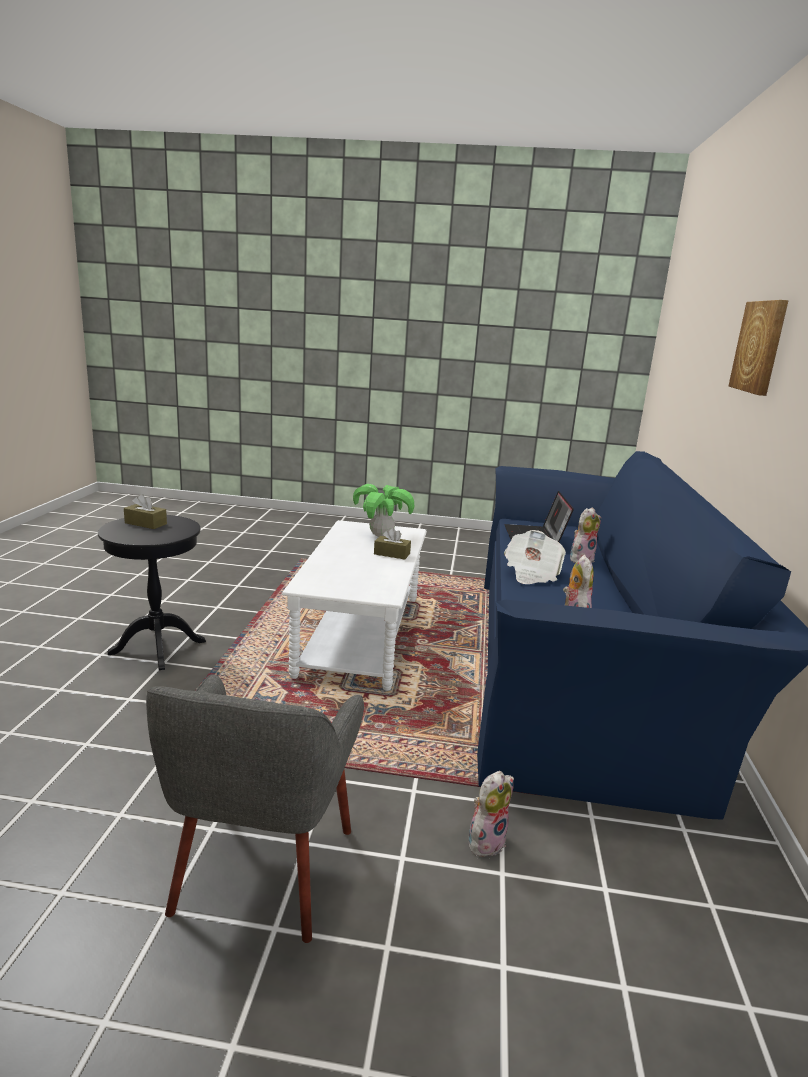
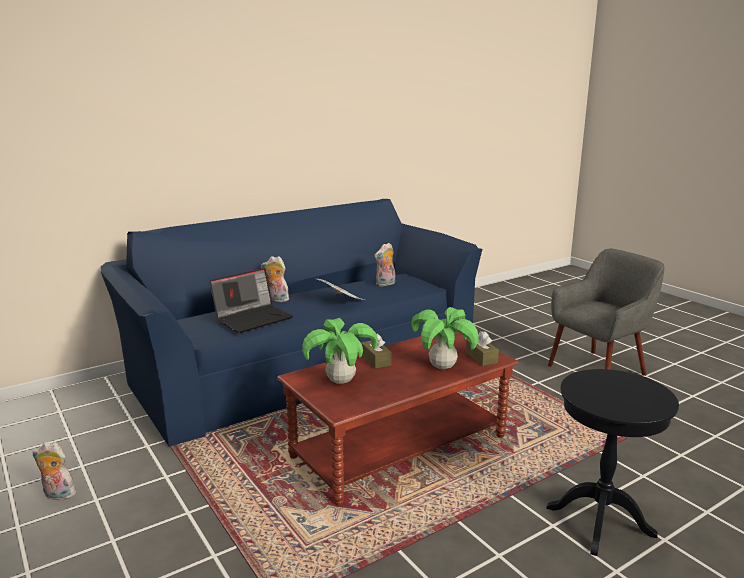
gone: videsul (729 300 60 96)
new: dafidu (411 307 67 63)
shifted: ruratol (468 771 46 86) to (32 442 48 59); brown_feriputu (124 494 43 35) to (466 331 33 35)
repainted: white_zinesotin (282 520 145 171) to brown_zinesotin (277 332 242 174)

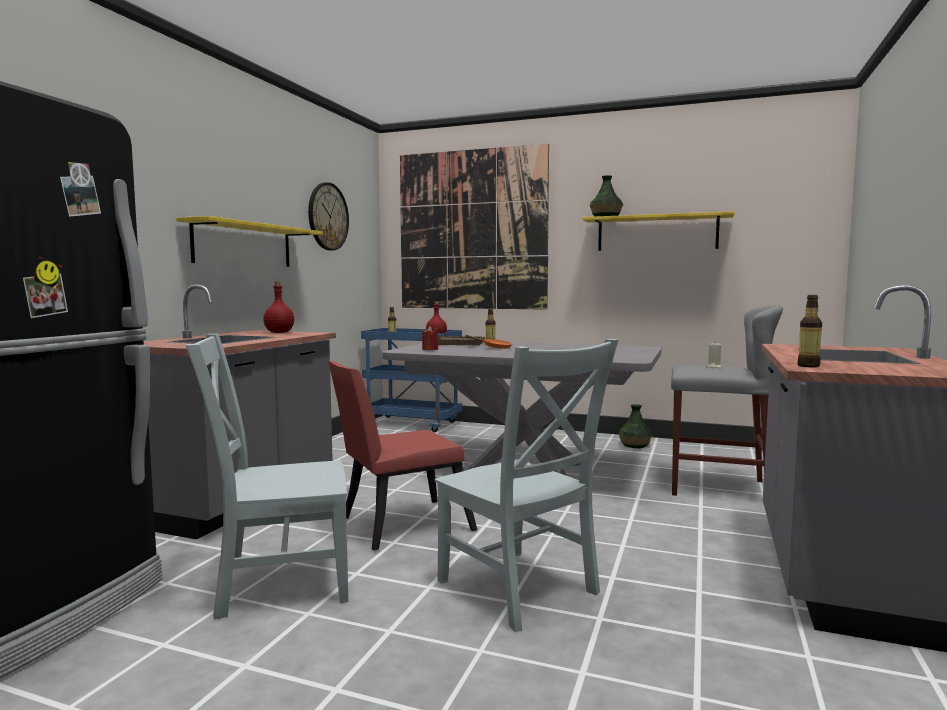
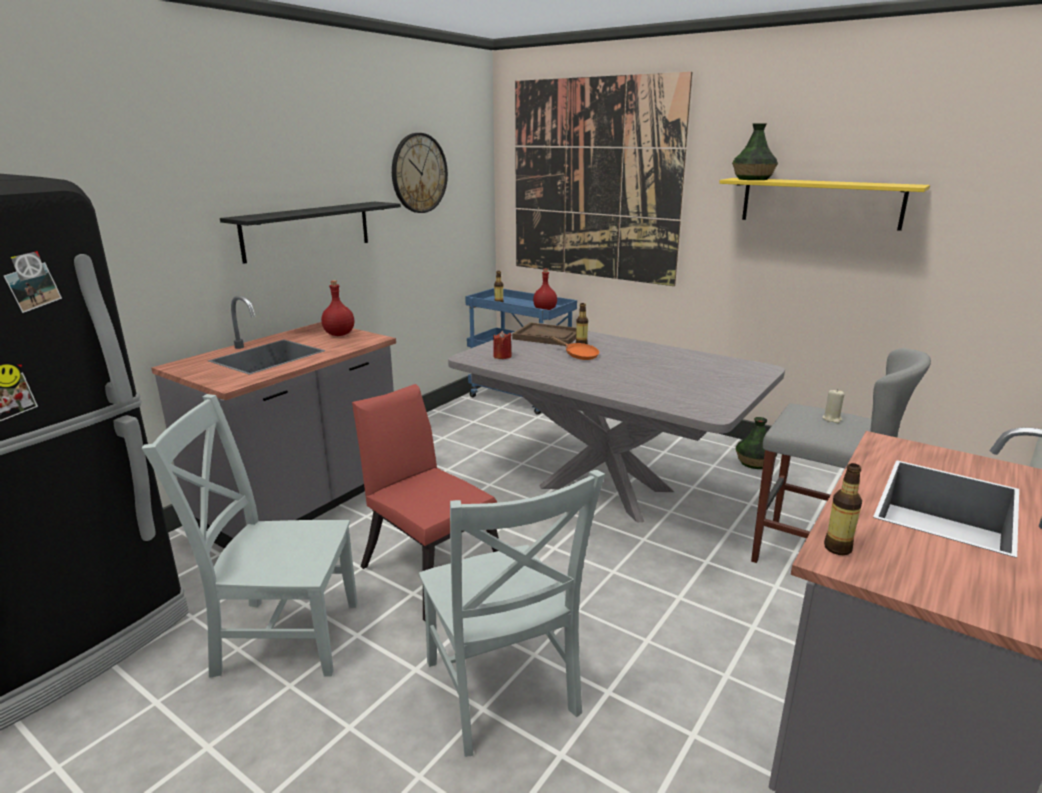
repainted: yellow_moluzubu (176 216 147 51) to black_moluzubu (220 202 181 62)
rotated: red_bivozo (328 361 149 190) = (352 384 147 237) 60 degrees clockwise

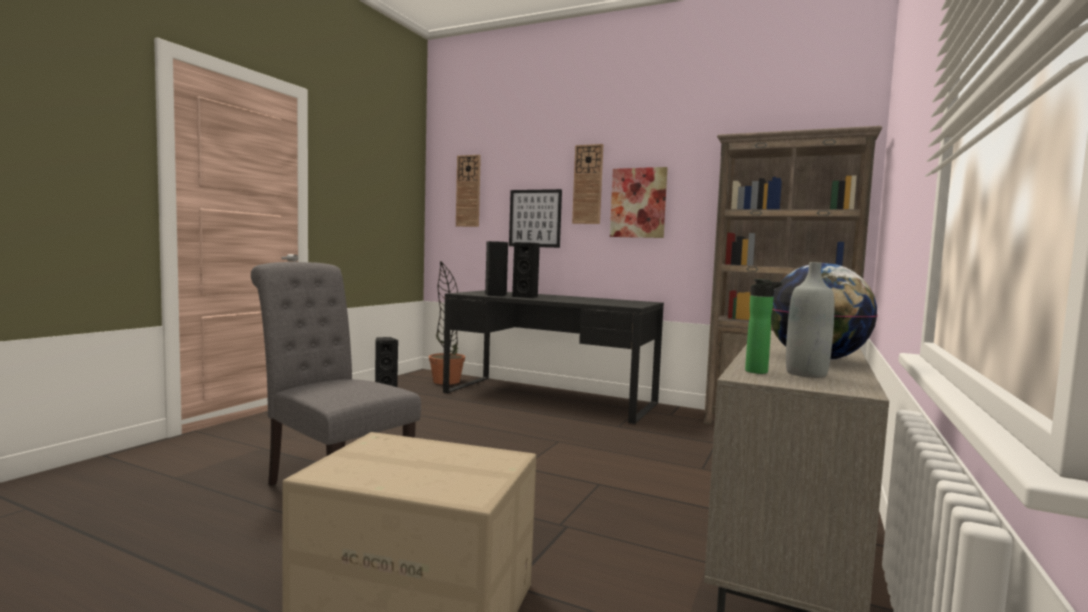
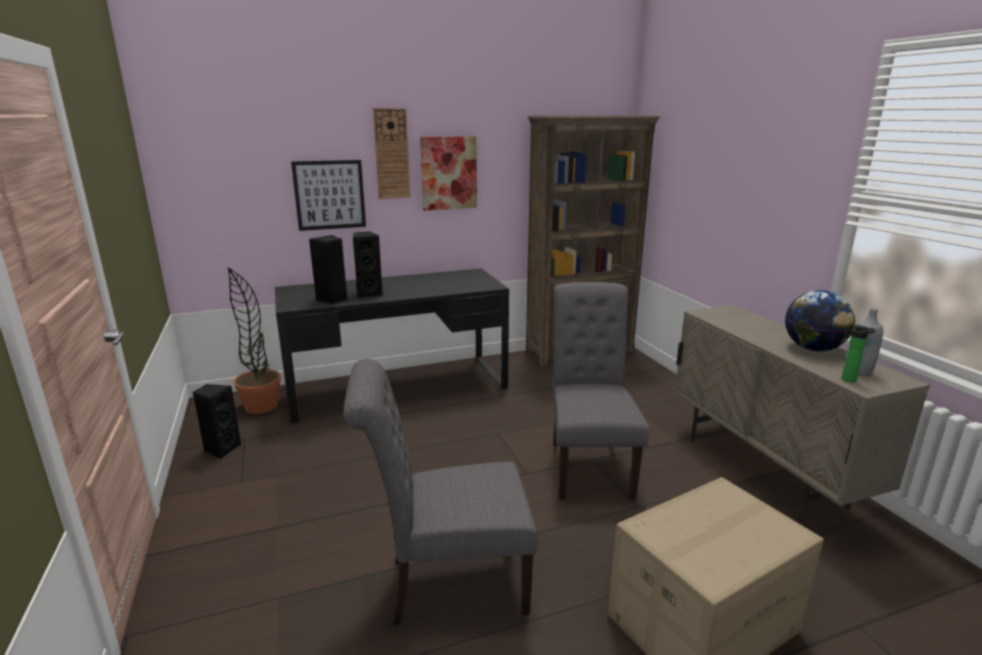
gone: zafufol (456 155 25 72)
new: grey_bivozo (552 282 97 218)

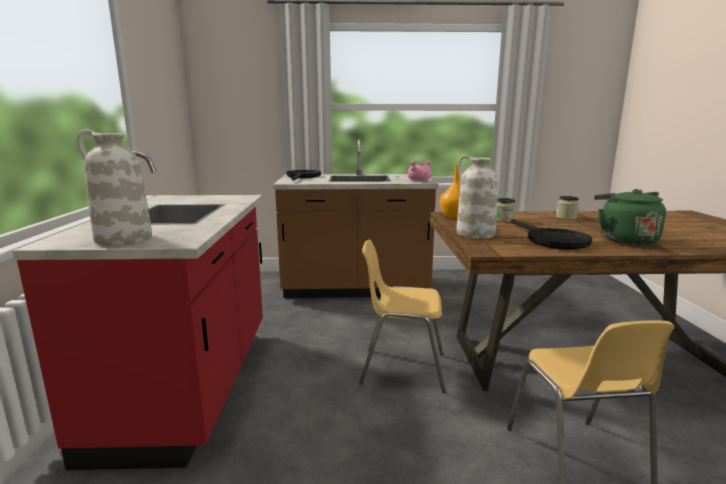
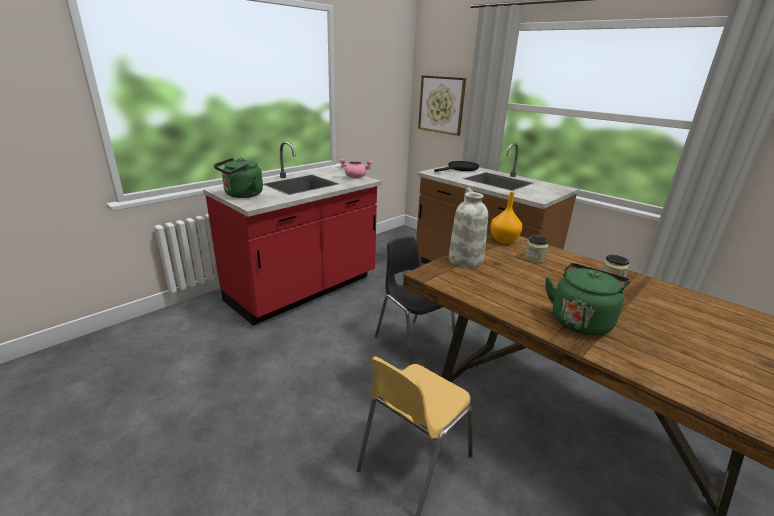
gone: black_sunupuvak (511 219 81 31)
new: videsul (418 75 48 61)
shifted: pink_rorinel (407 160 25 21) to (340 159 32 20)
swapped: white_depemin (77 129 75 117) to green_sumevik (214 158 49 40)
repainted: yellow_bivozo (359 240 87 153) to black_bivozo (375 237 80 128)

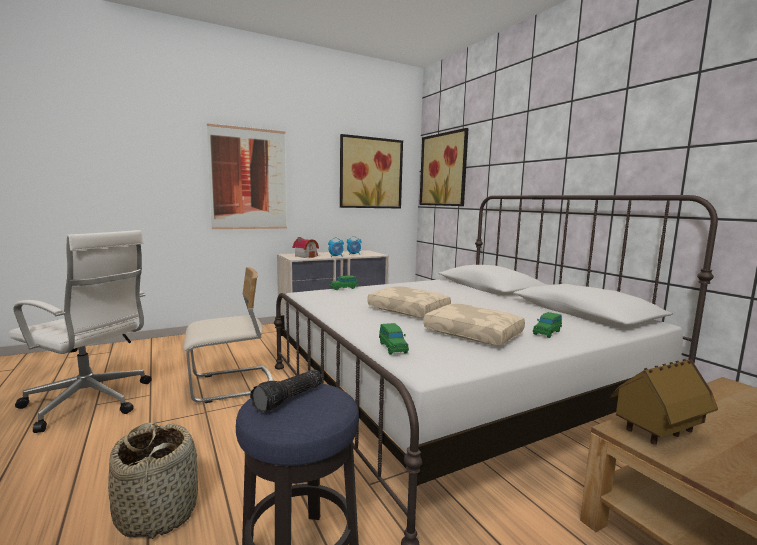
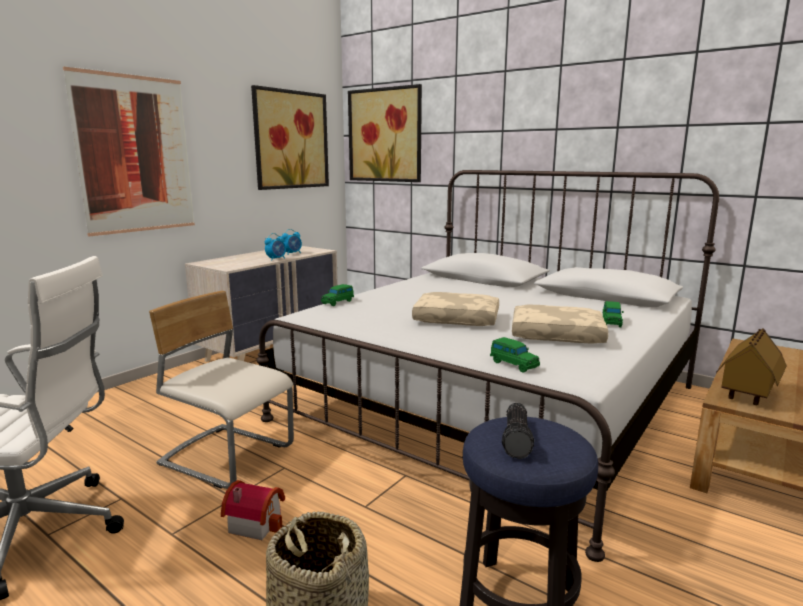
shifted: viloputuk (293 237 26 21) to (221 480 64 60)
rotated: beige_bivozo (183 267 90 136) = (149 291 145 198) 105 degrees counterclockwise

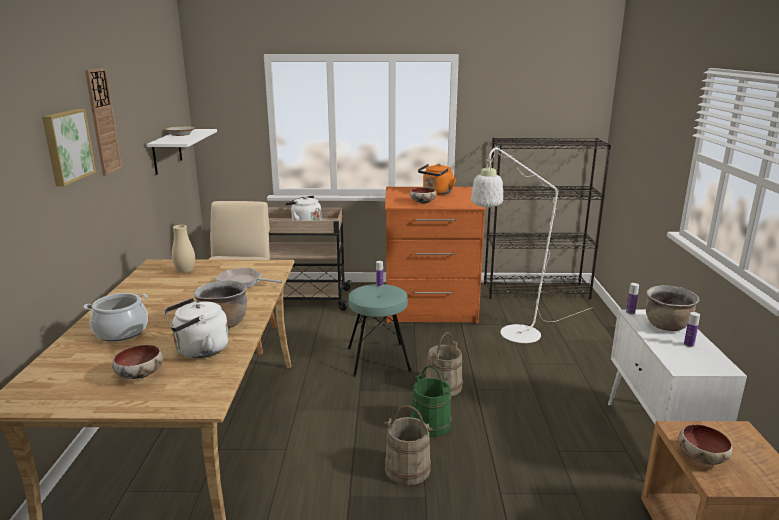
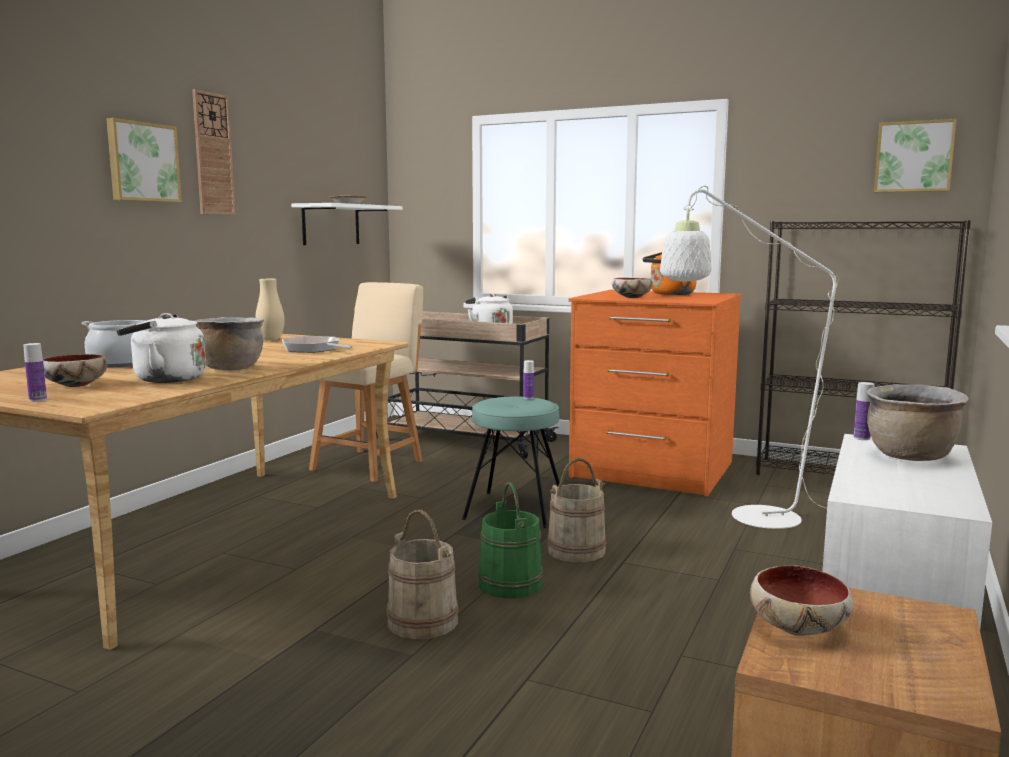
new: videsul (874 119 83 73)
shifted: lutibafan (684 312 16 35) to (23 343 24 59)

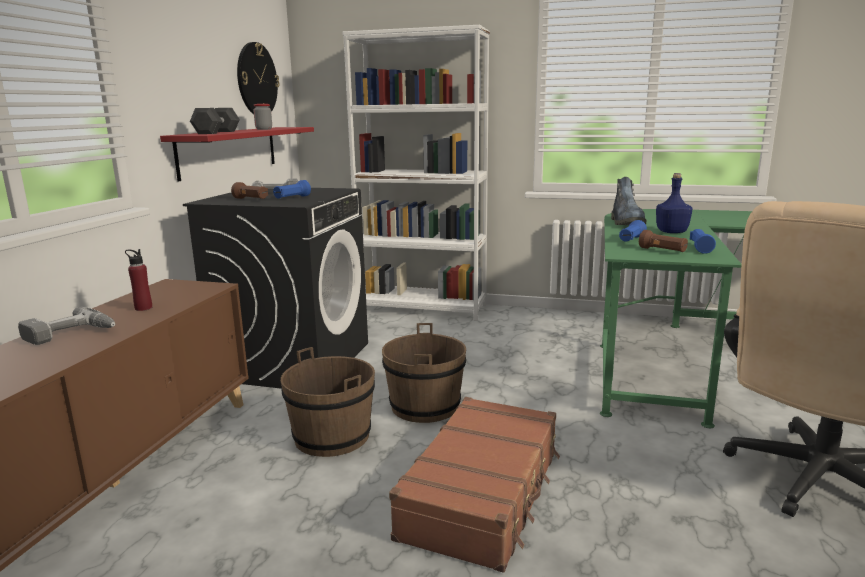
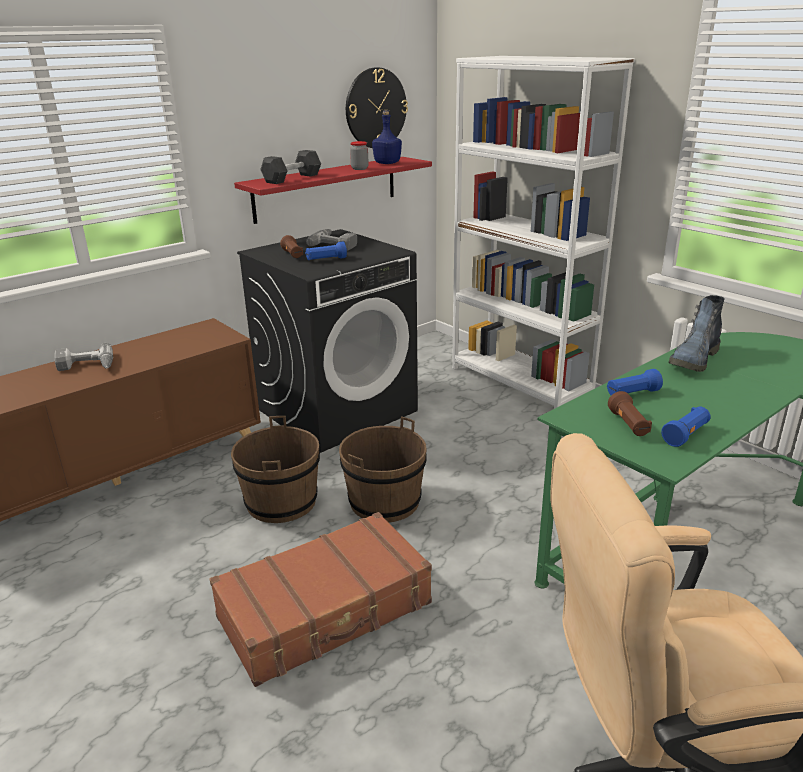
gone: red_lutibafan (125 249 27 62)
shifted: blue_lutibafan (656 173 36 60) to (372 110 30 54)

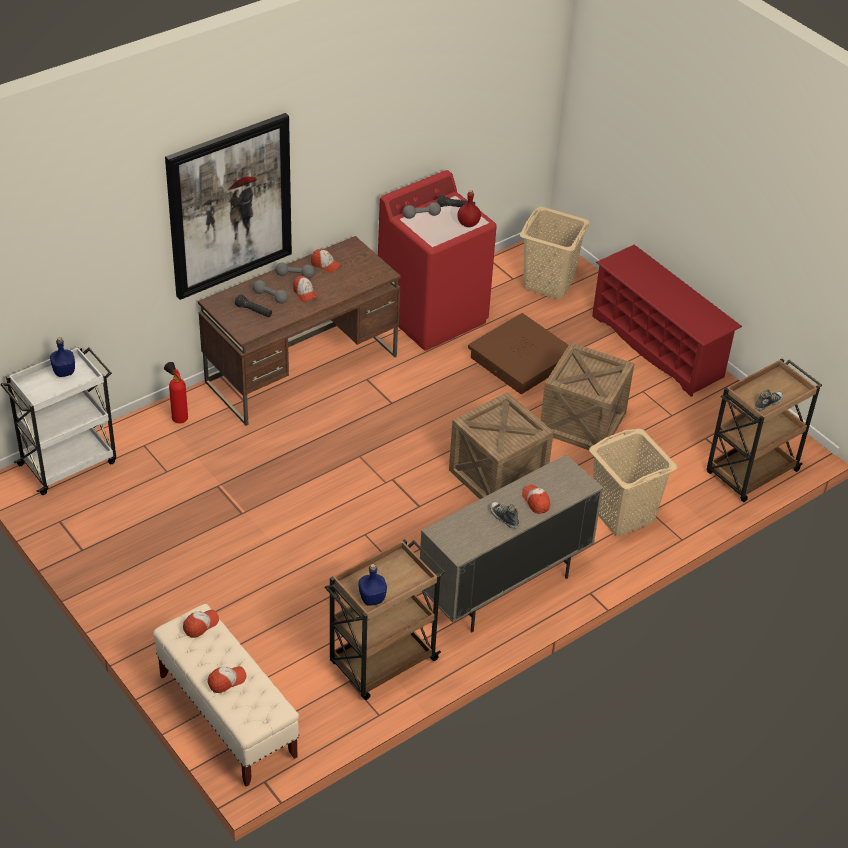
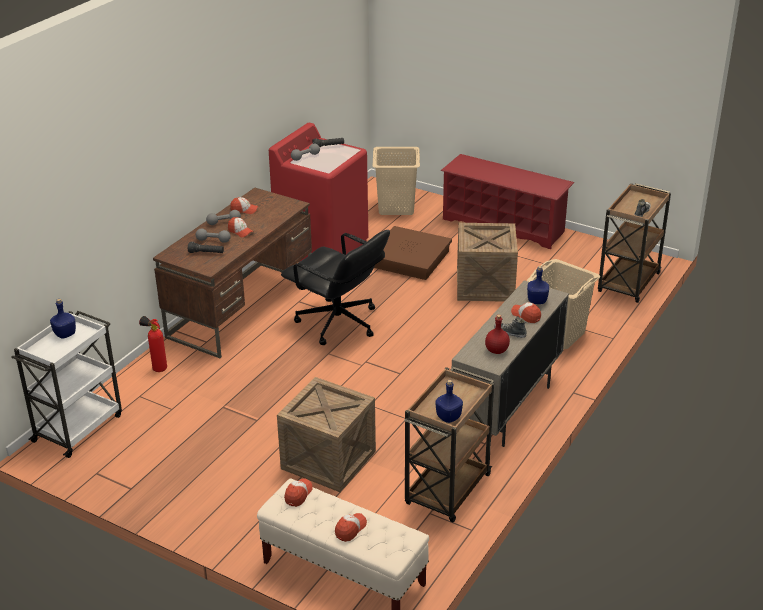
gone: videsul (165 113 127 187)
new: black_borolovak (281 230 109 115); blue_lutibafan (527 266 22 38)
shifted: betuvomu (449 392 105 107) to (277 377 99 115); red_lutibafan (457 190 24 37) to (485 314 25 40)

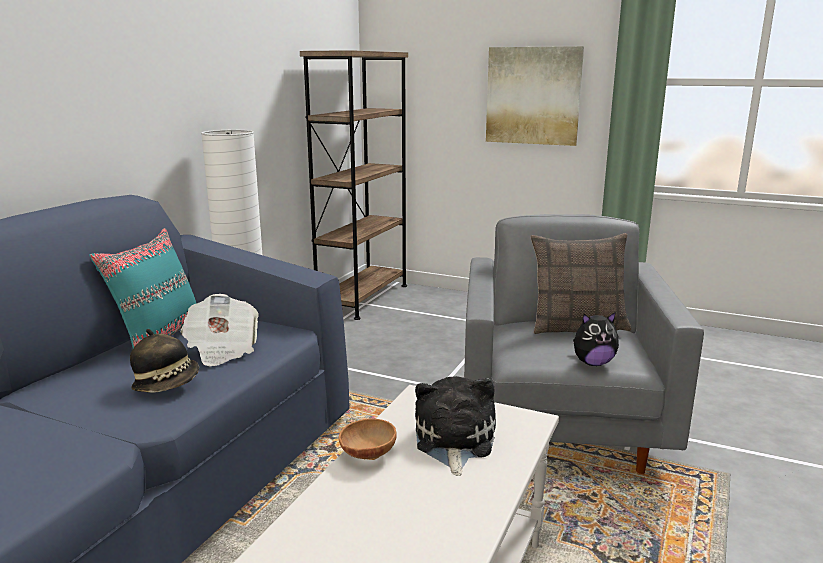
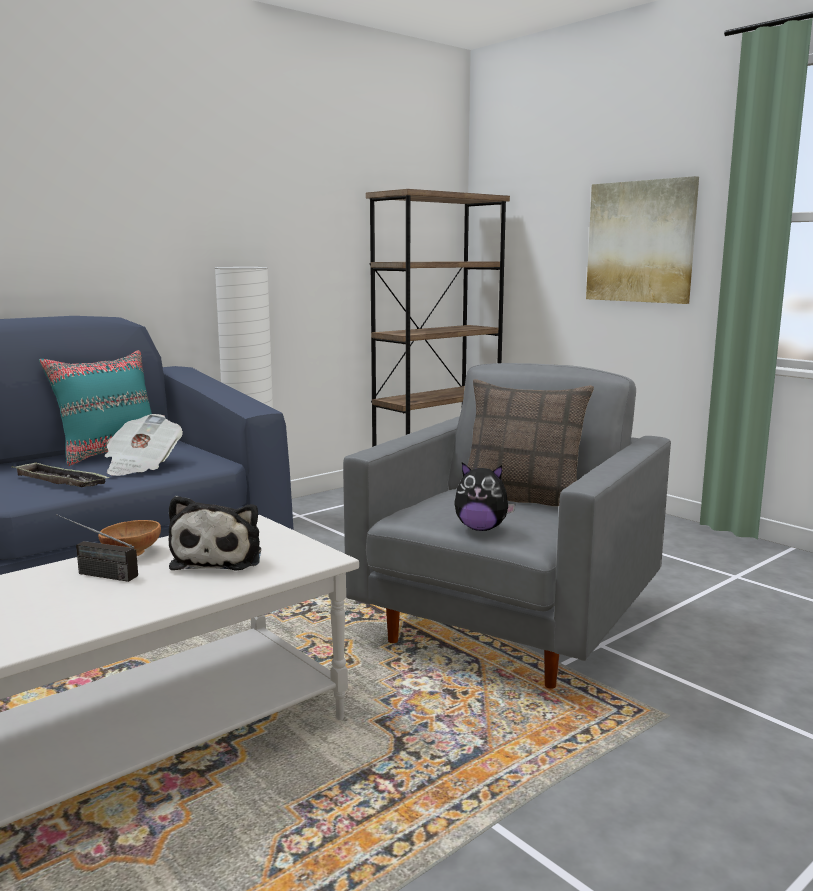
new: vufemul (57 514 81 68)
swapped: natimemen (130 329 69 64) to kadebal (12 462 98 25)
rotated: ruratol (415 376 81 100) = (169 496 92 75) 150 degrees clockwise

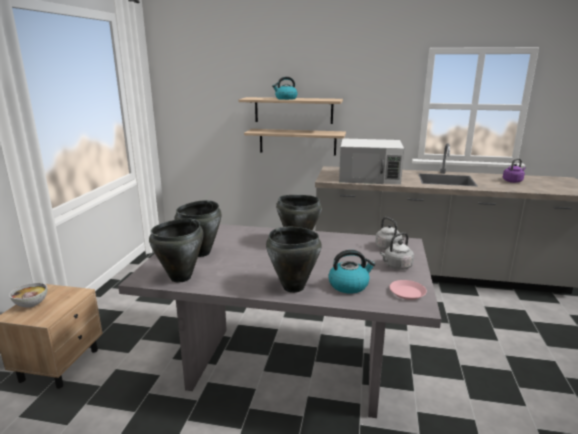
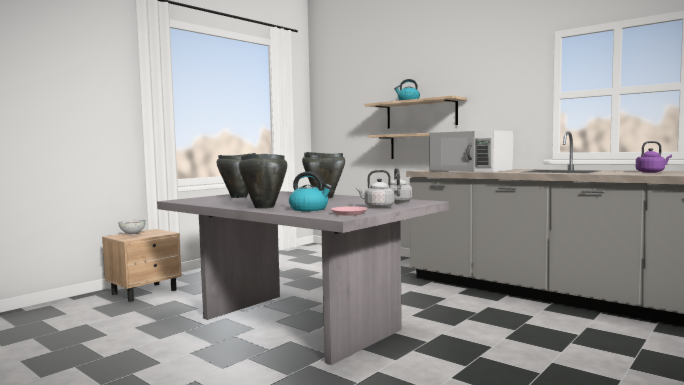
gone: black_rorinel (149 218 55 64)

